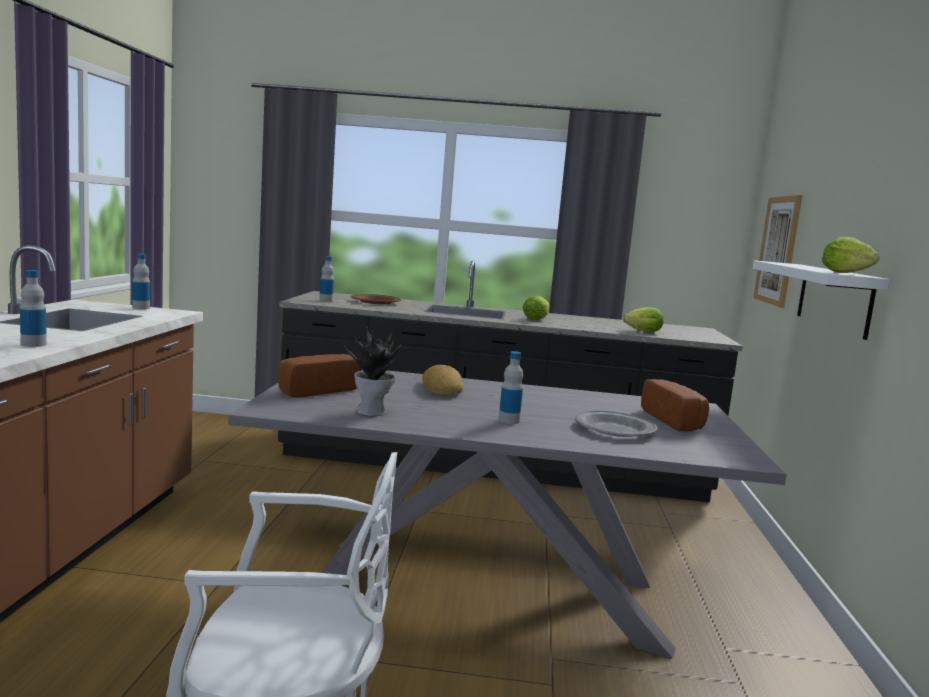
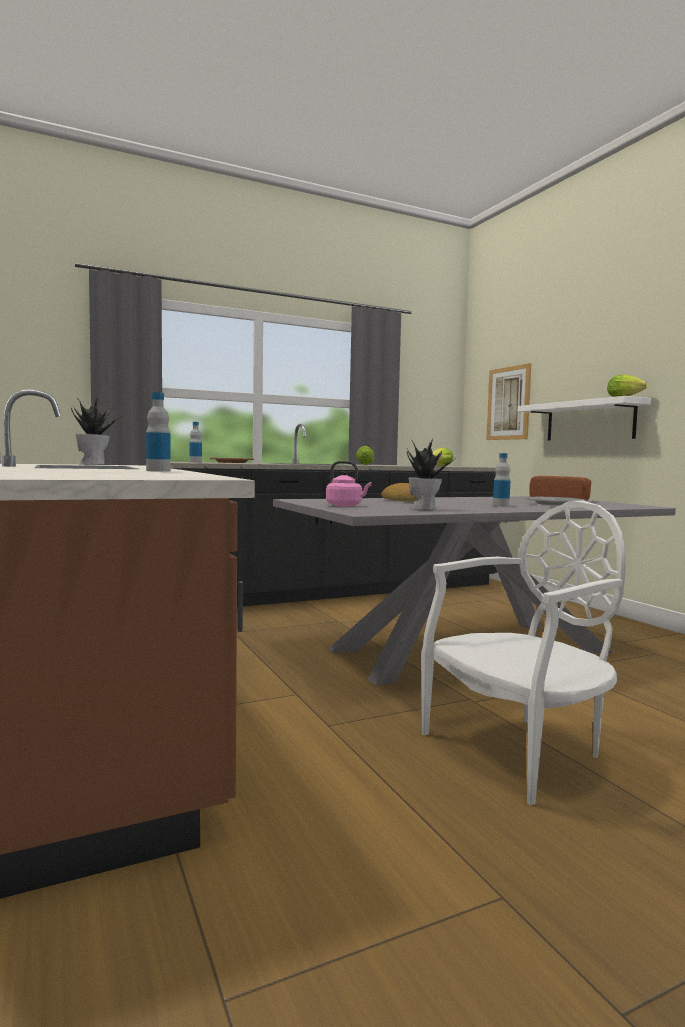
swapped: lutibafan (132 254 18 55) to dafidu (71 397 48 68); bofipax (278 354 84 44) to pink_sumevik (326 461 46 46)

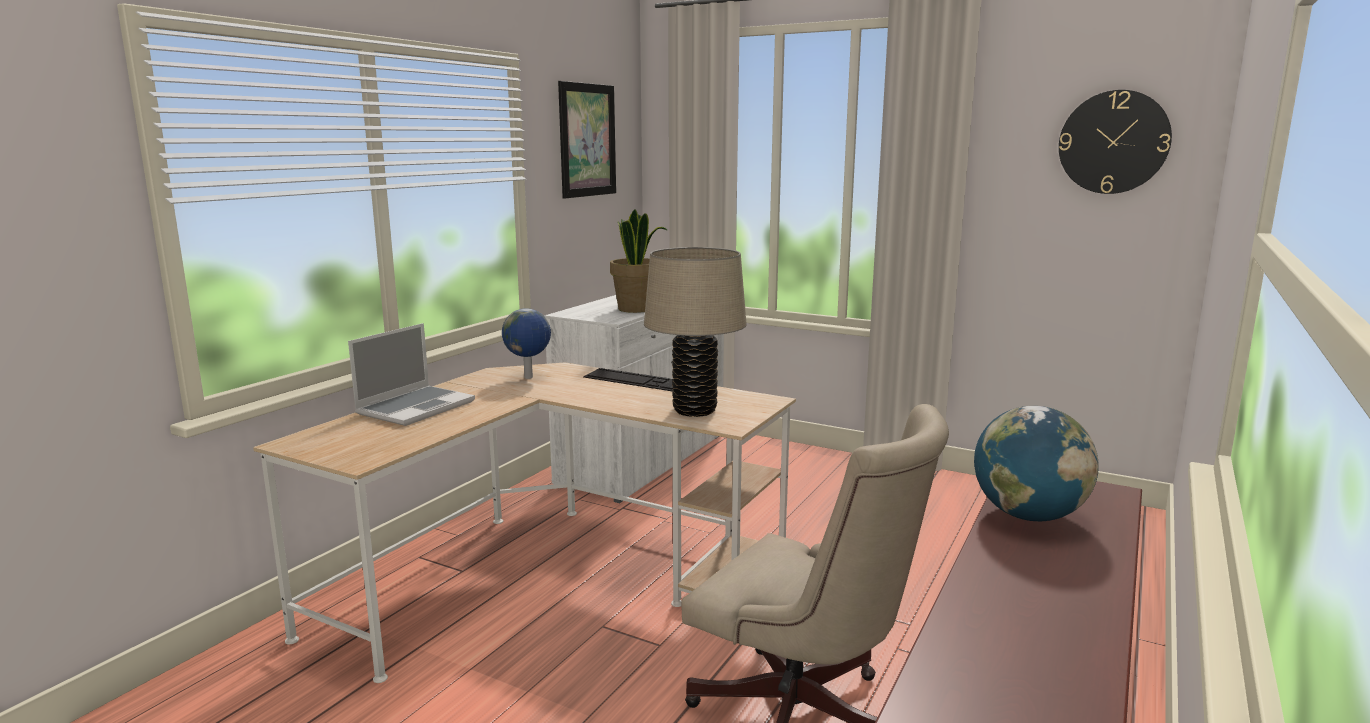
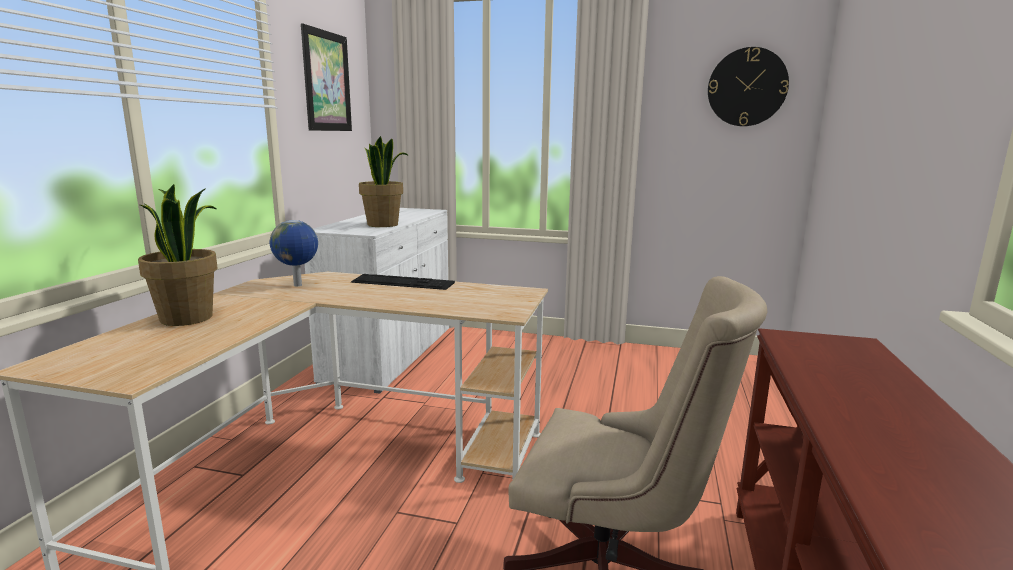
gone: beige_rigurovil (644 247 103 170); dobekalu (974 406 125 115)
swapped: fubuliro (348 323 127 103) to dafidu (138 184 80 142)

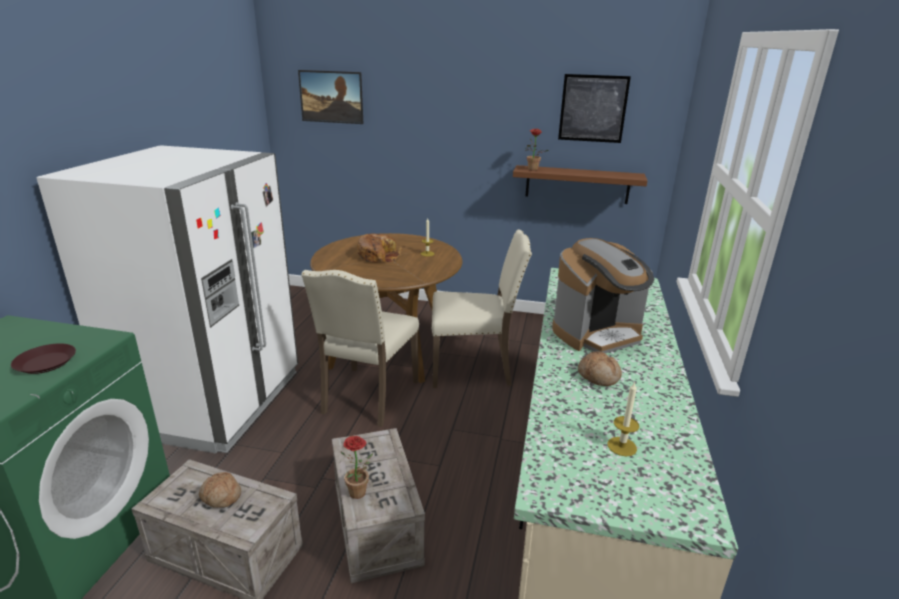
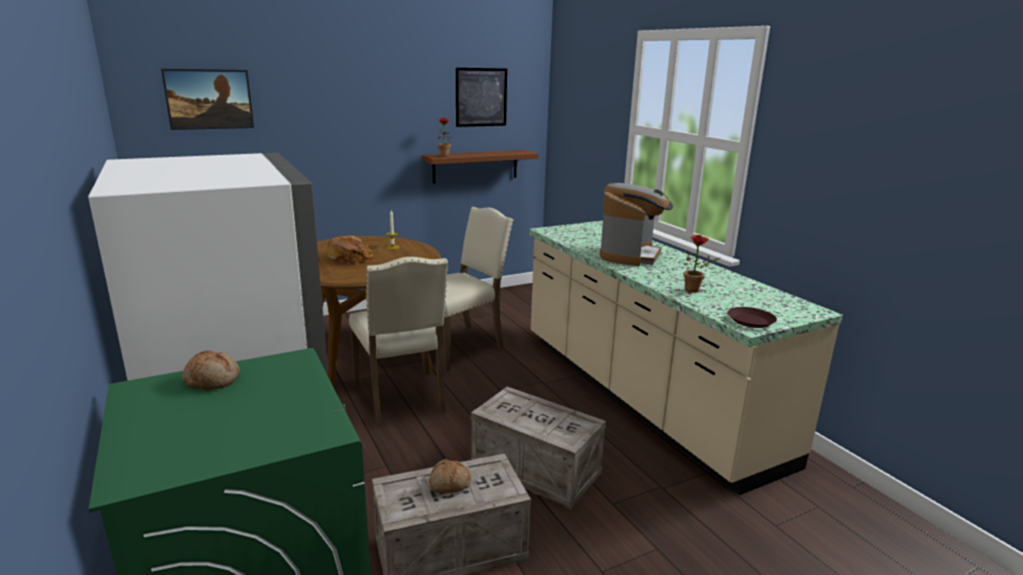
gone: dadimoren (607 381 32 75)
shifted: bofipax (578 352 44 34) to (182 350 58 40); dafidu (340 436 33 63) to (683 235 38 58); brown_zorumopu (11 343 65 31) to (728 307 49 21)

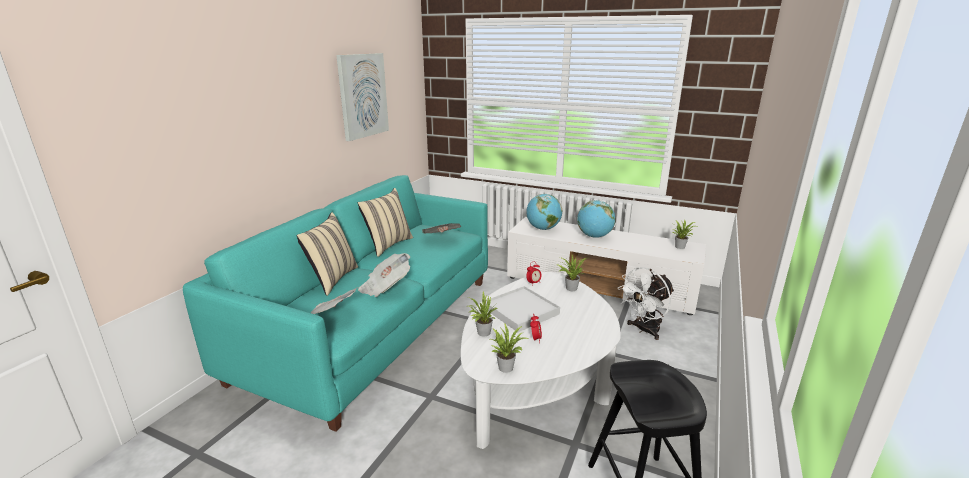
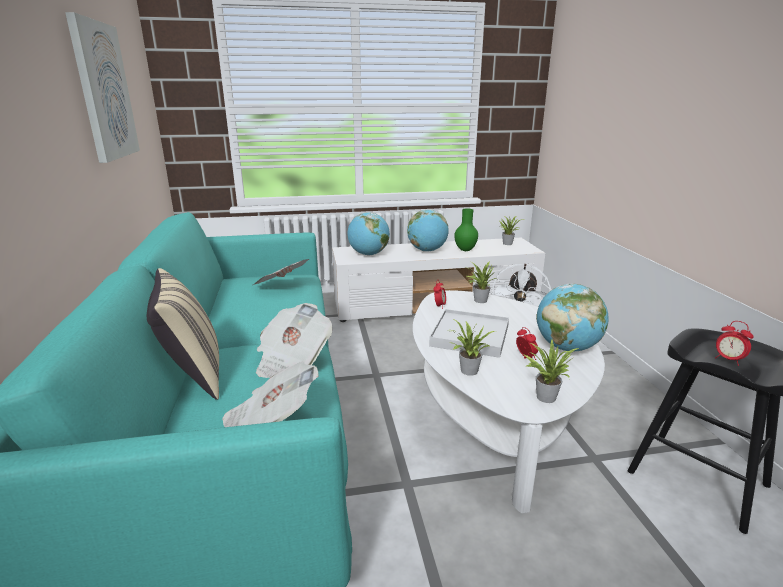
gone: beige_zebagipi (358 188 55 69)
new: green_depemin (454 209 24 42); dobekalu (536 284 73 67); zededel (715 321 39 45)

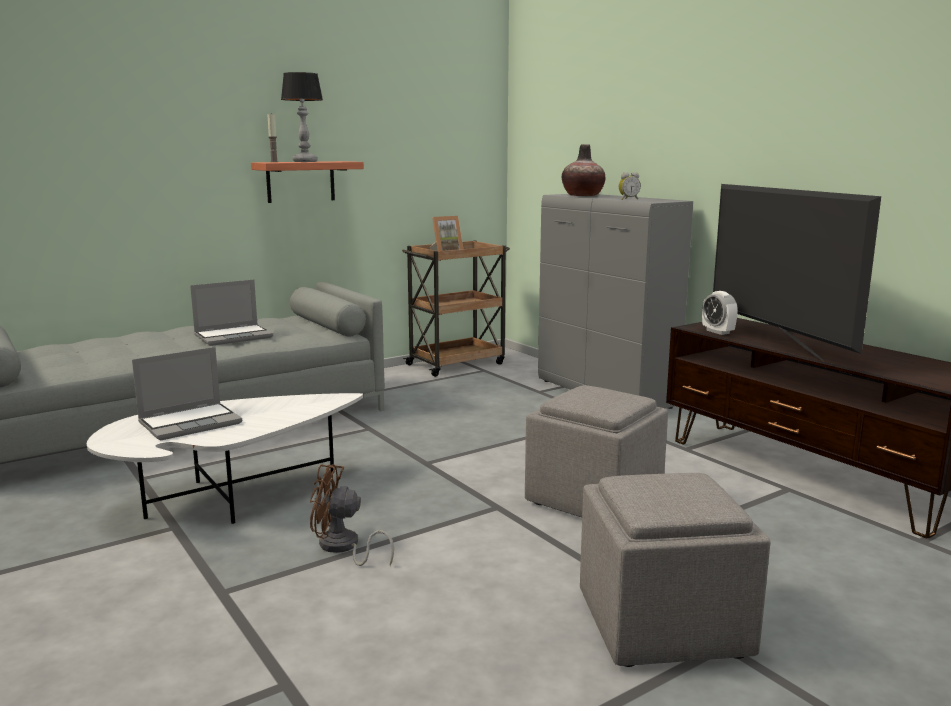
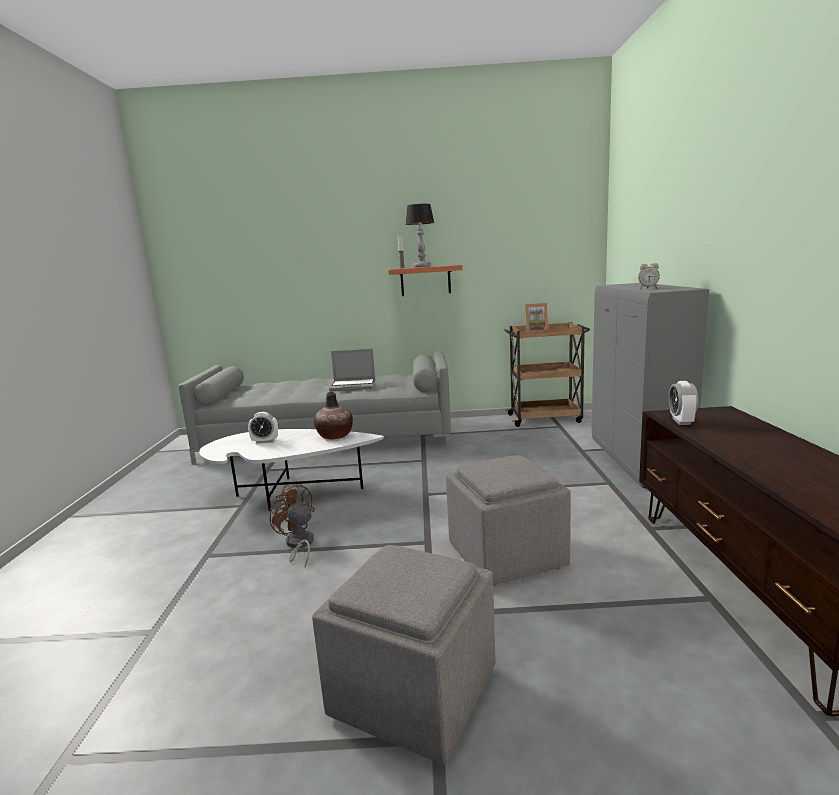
gone: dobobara (713 184 168 177)
shifted: depemin (562 144 43 52) to (314 392 39 48)
swapped: fubuliro (132 347 110 94) to zededel (248 412 30 32)

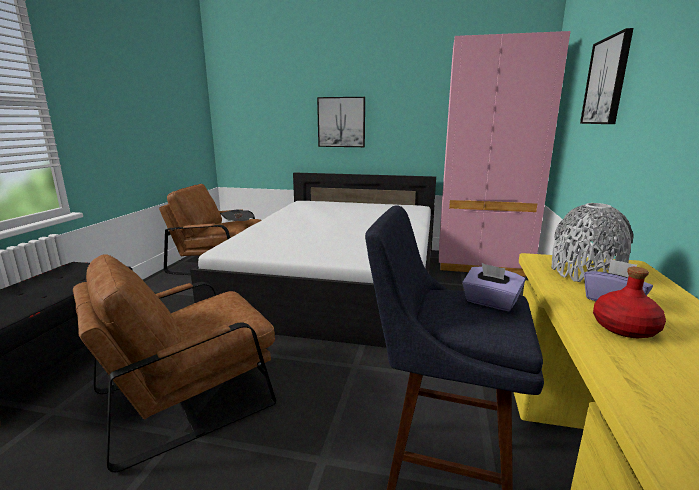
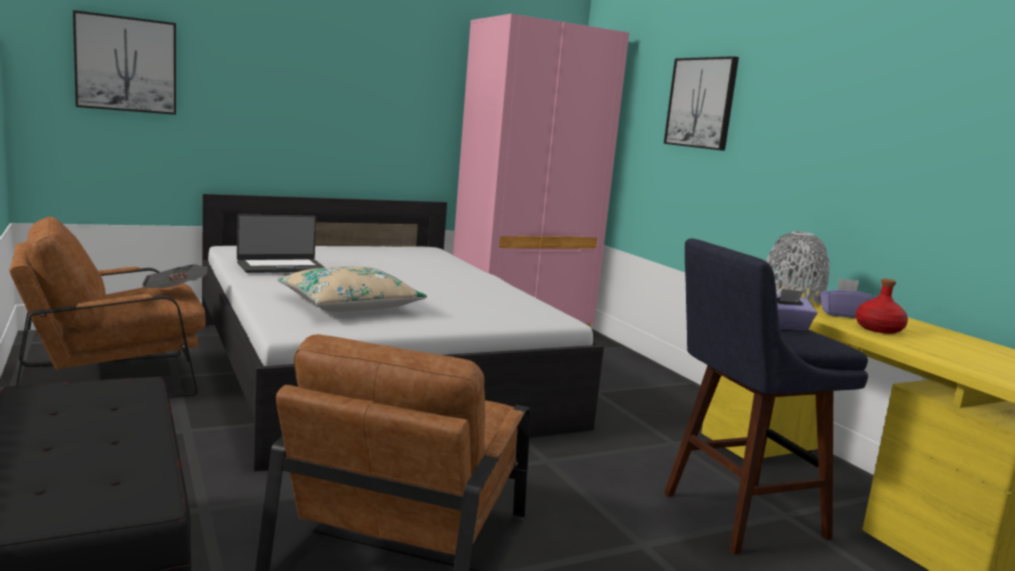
new: fubuliro (237 214 88 59); beige_zebagipi (277 266 150 46)
shifted: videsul (317 97 48 50) to (73 10 103 105)

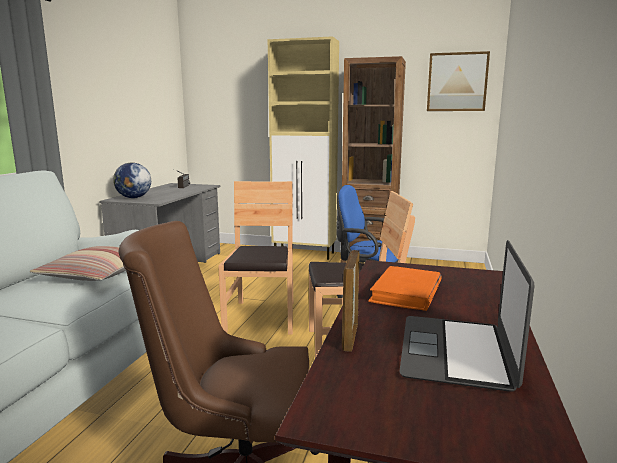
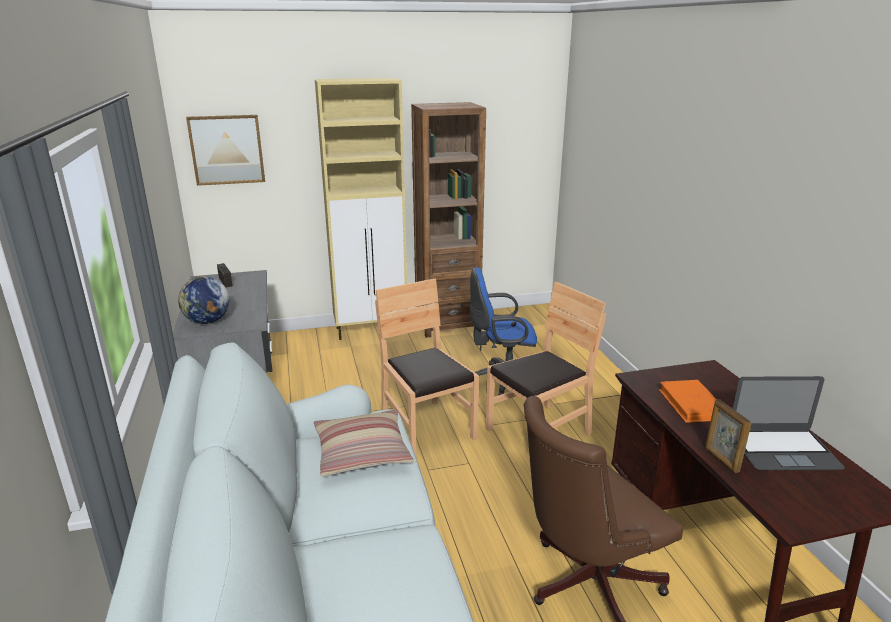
shifted: videsul (427 51 63 60) to (186 115 79 71)
rotated: fubuliro (399 240 135 152) = (733 376 112 94) 75 degrees counterclockwise

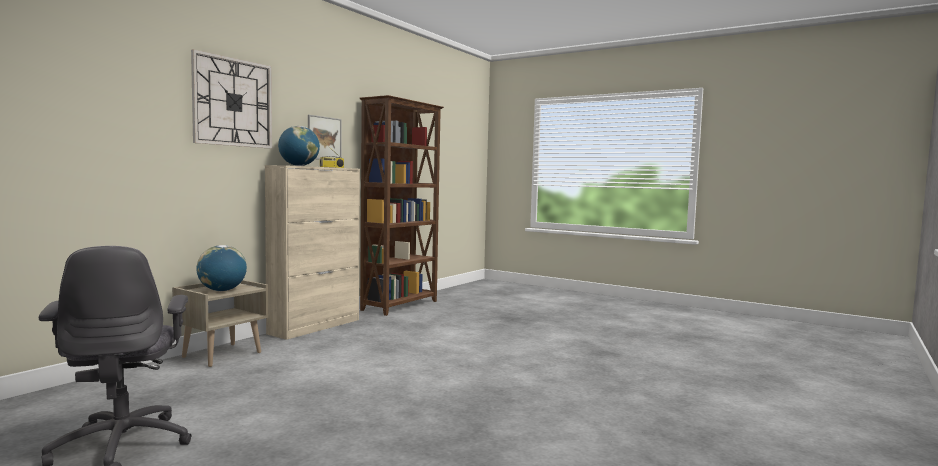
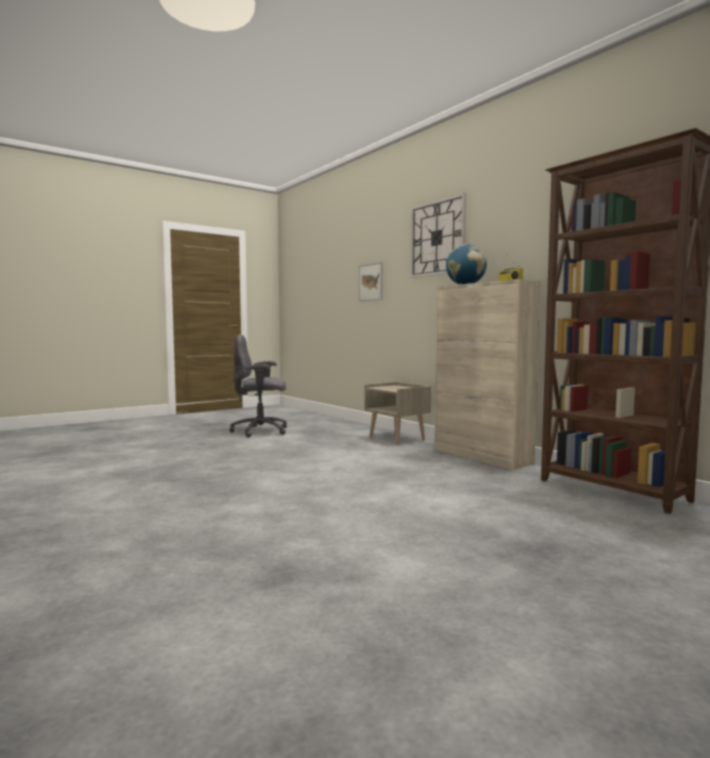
gone: dobekalu (196 245 51 46)
shifted: videsul (308 115 34 45) to (359 262 24 39)

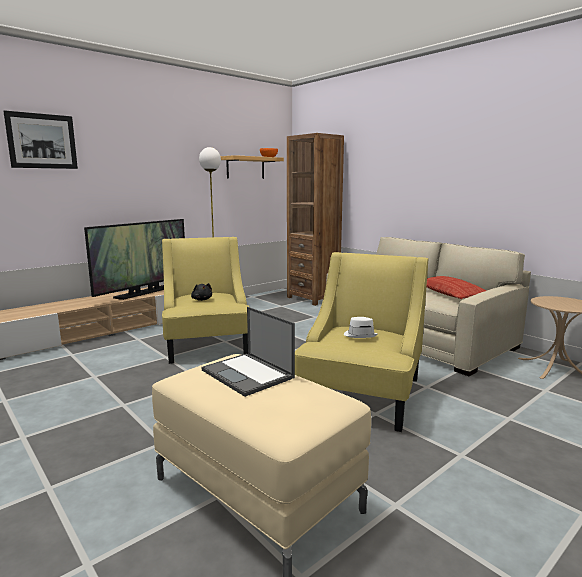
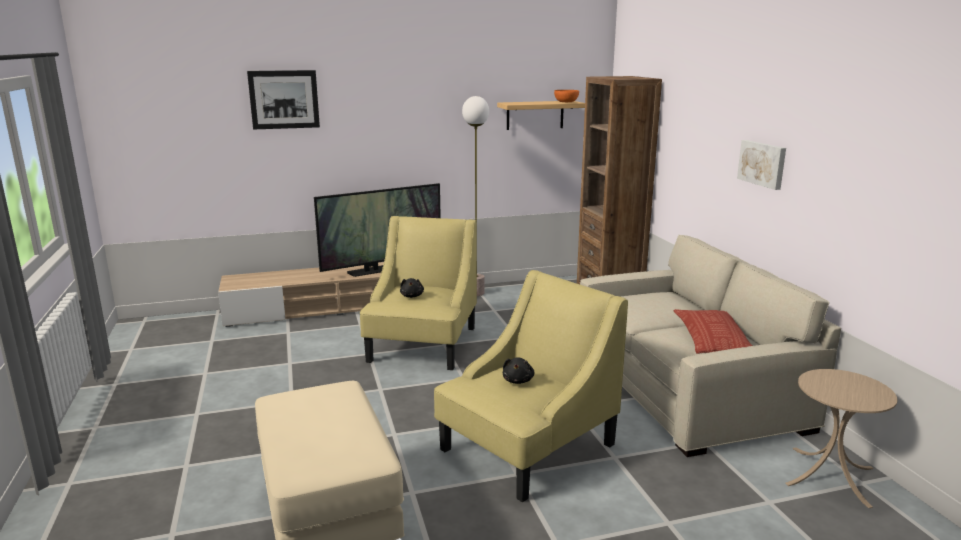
gone: fubuliro (202 307 93 90)
new: videsul (737 140 49 50)
swapped: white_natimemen (344 317 34 21) to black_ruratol (503 357 32 27)

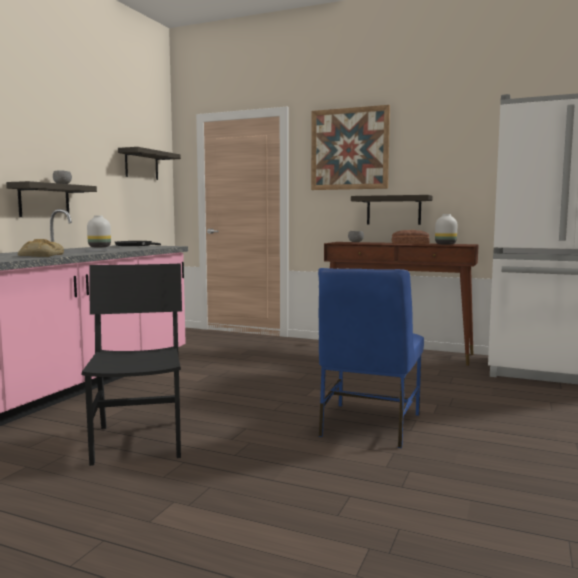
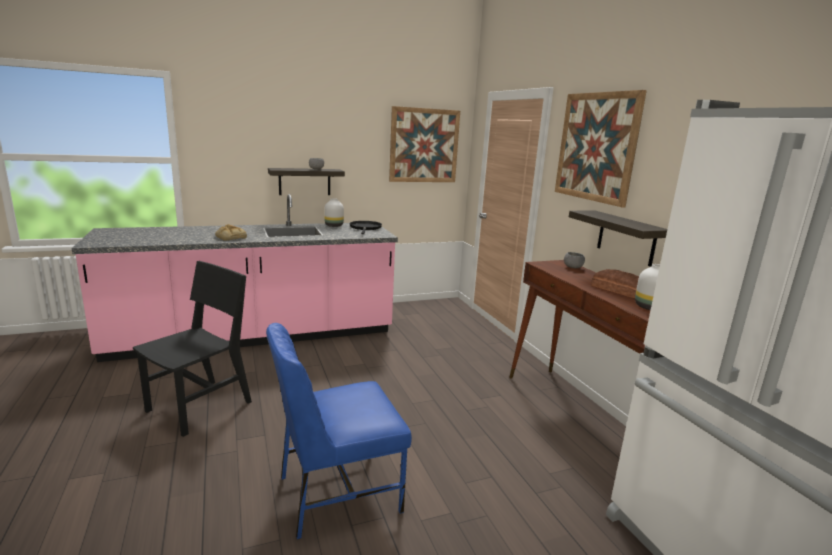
swapped: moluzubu (118 147 63 33) to videsul (389 106 71 76)

